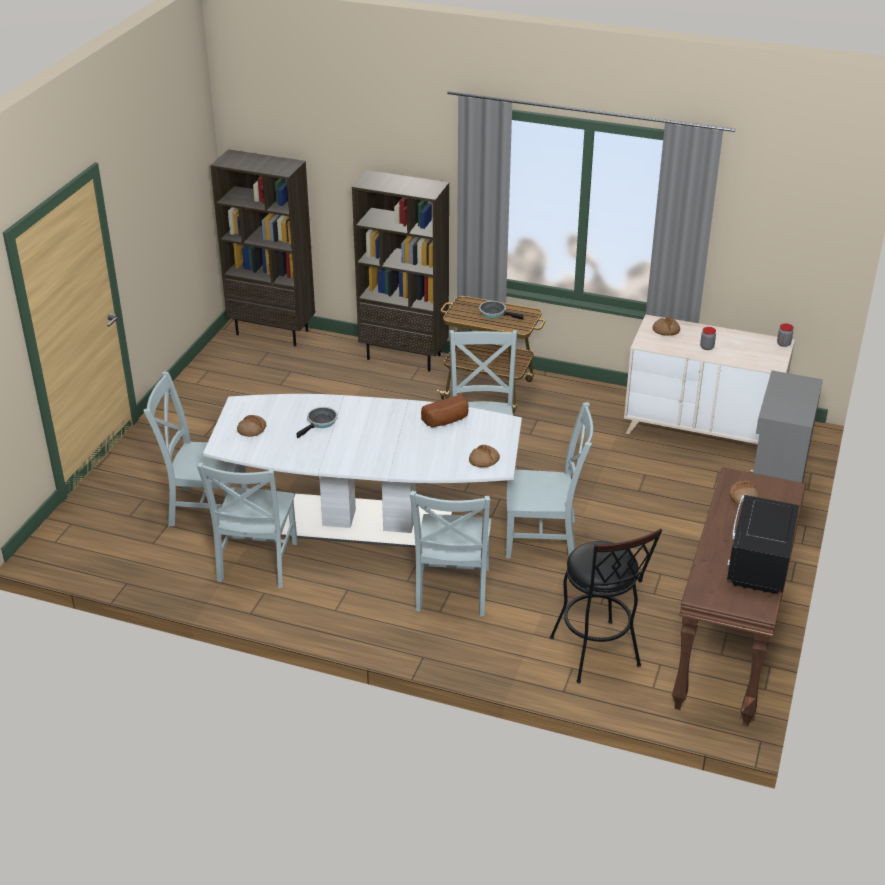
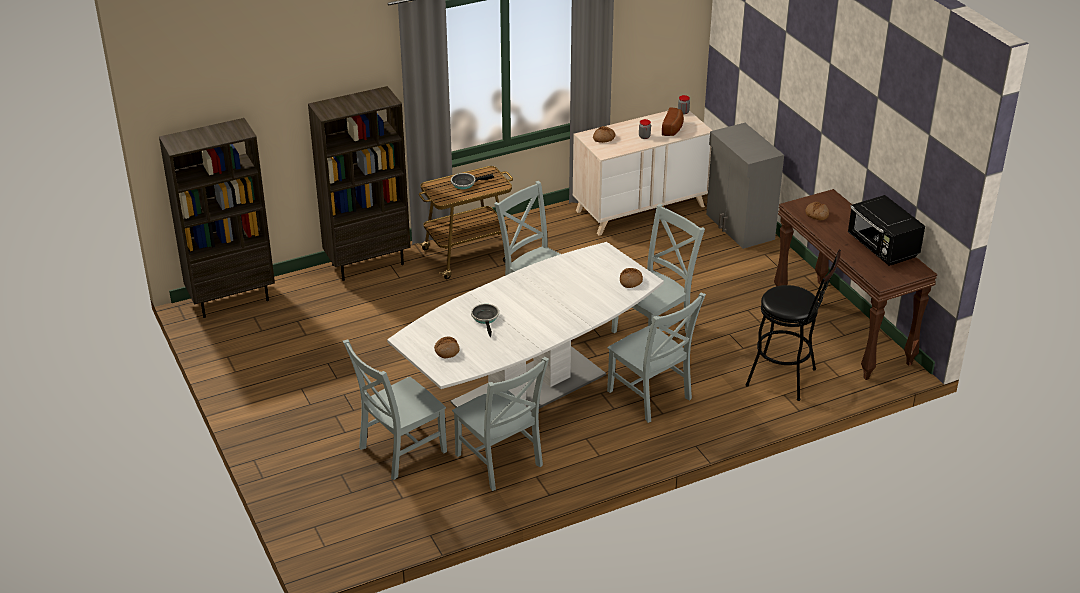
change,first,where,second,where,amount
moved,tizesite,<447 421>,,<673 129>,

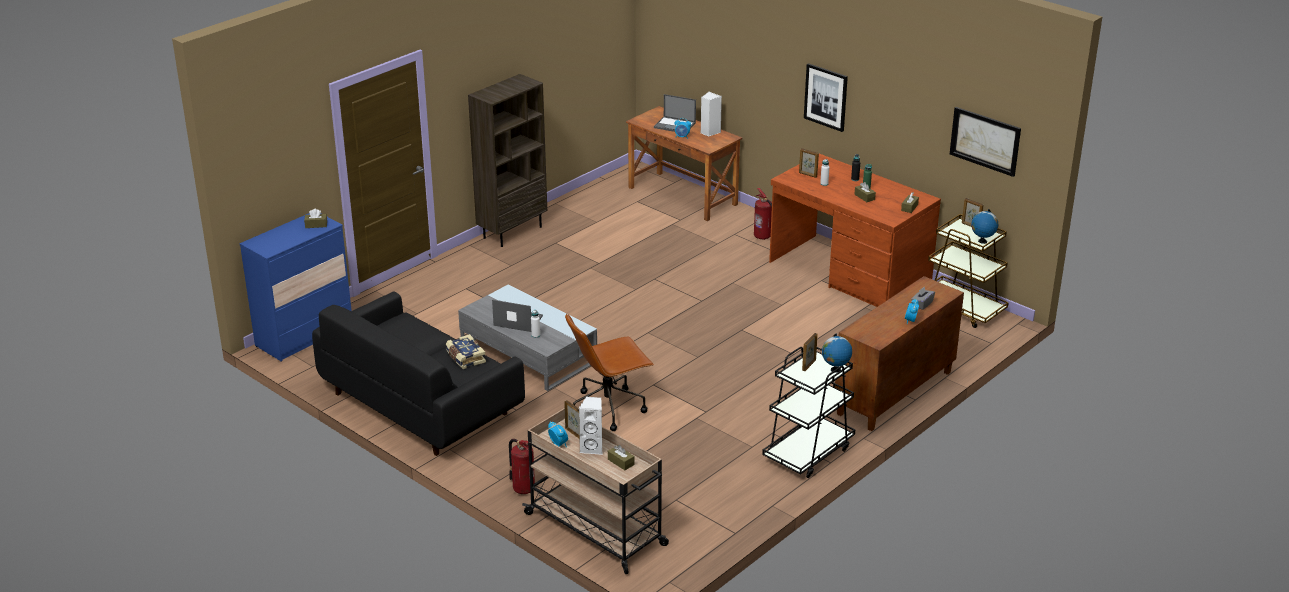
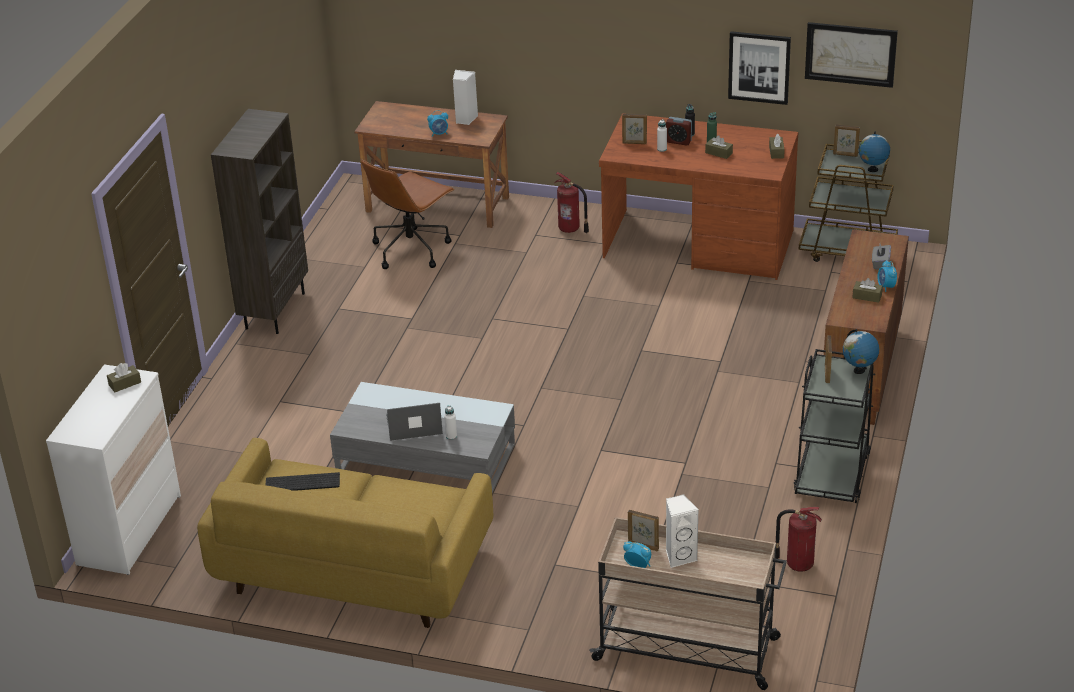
change,first,where,second,where,amount
recoloured,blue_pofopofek,<304 336>,white_pofopofek,<129 530>,
recoloured,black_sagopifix,<421 403>,yellow_sagopifix,<353 568>,
removed,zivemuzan,<465 358>,,,
moved,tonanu,<523 488>,,<798 564>,
moved,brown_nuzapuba,<608 408>,,<411 249>,
moved,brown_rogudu,<621 462>,,<867 296>,
removed,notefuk,<675 125>,,,
moved,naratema,<826 97>,,<759 67>,
added,,,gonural,<301 483>,
added,,,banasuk,<678 141>,

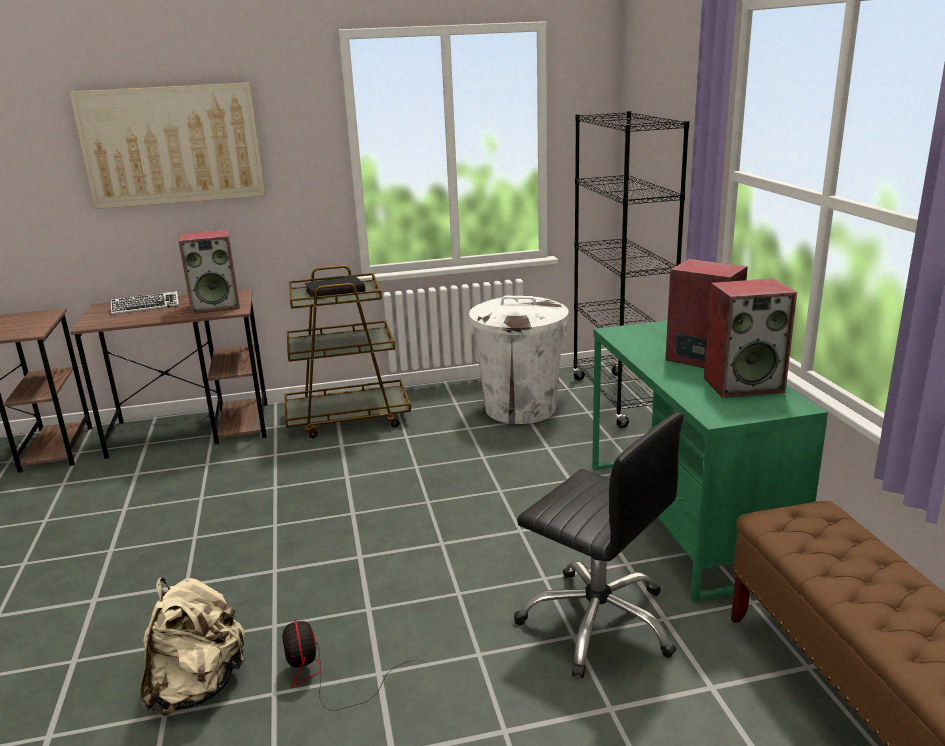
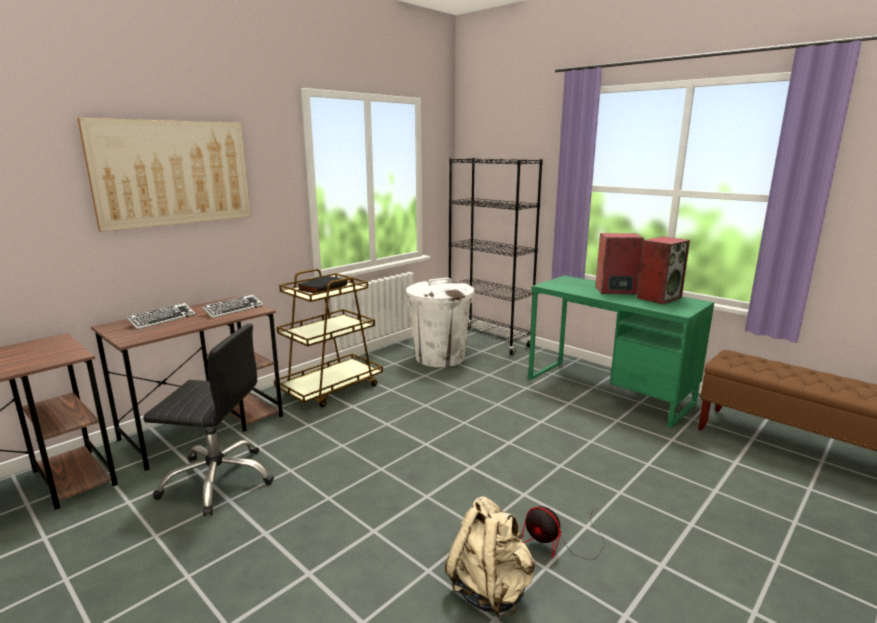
change,first,where,second,where,amount
replaced,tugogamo,<216 306>,gonural,<233 310>,
moved,black_nuzapuba,<598 622>,,<218 480>,

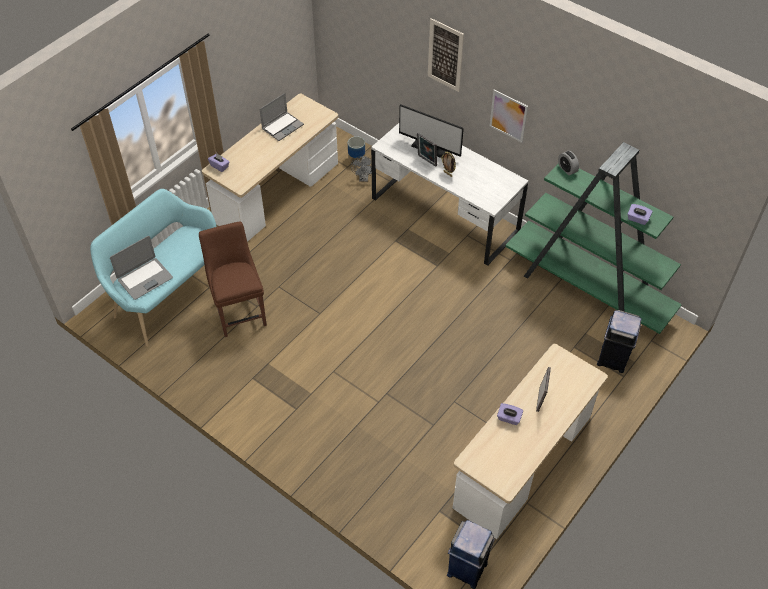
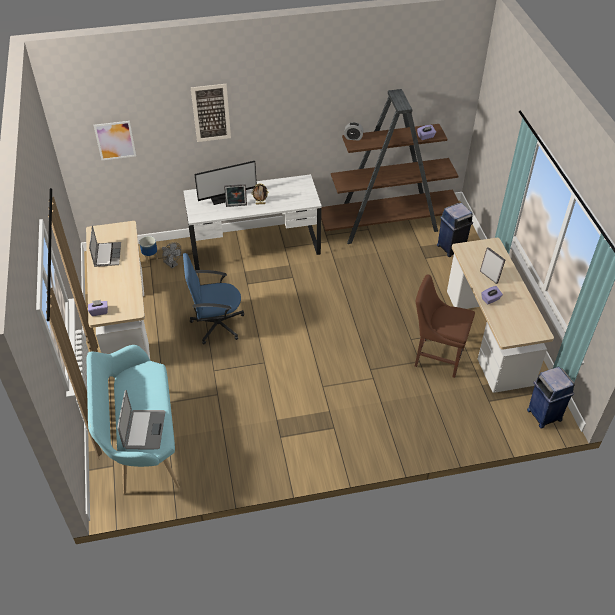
change,first,where,second,where,amount
moved,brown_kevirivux,<239 311>,,<436 356>,
moved,naratema,<508 116>,,<115 140>,
recoloured,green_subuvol,<588 289>,brown_subuvol,<389 224>,
added,,,blue_nuzapuba,<216 324>,

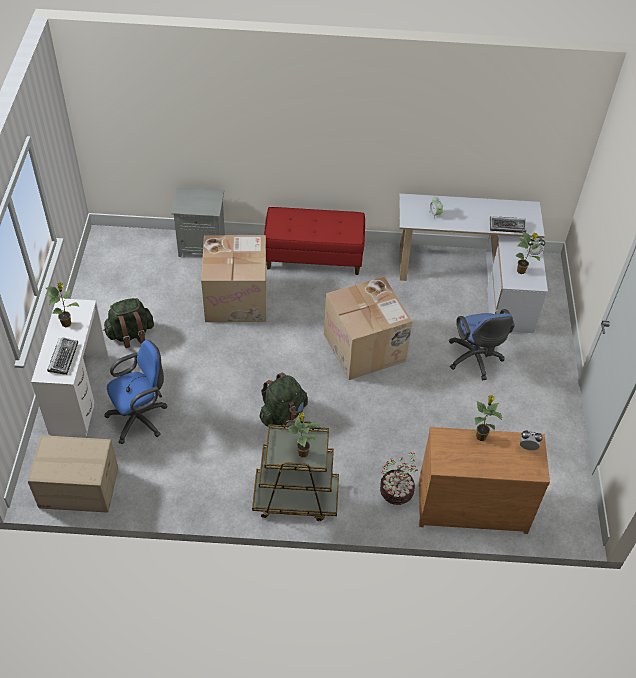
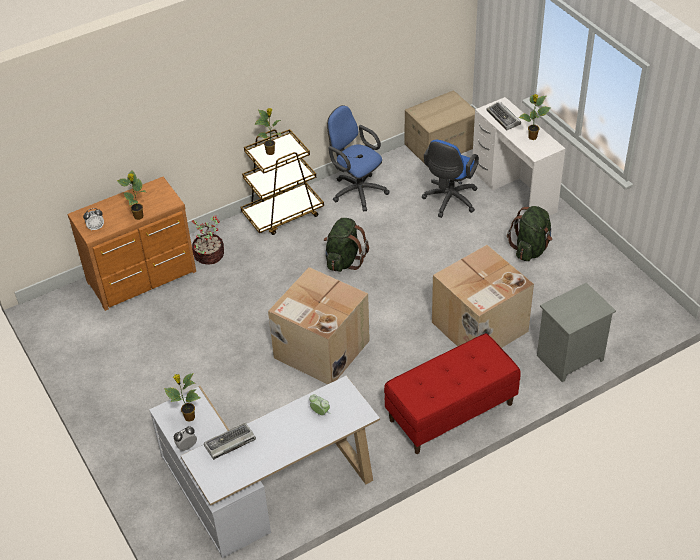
change,first,where,second,where,amount
moved,blue_nuzapuba,<475 360>,,<356 190>,

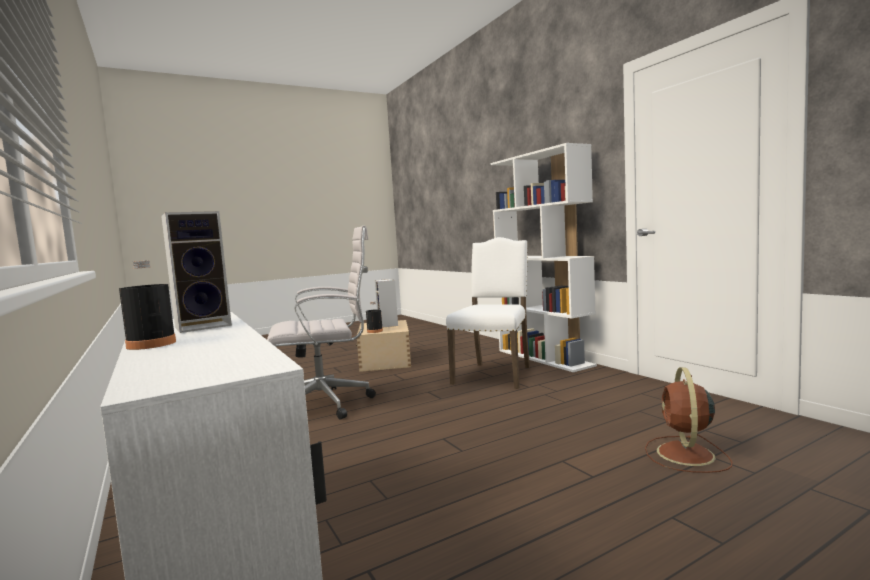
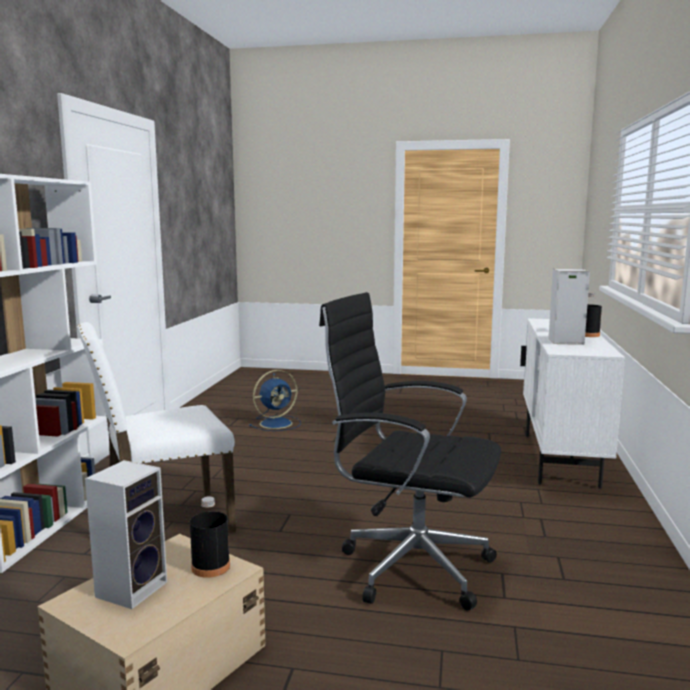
change,first,where,second,where,amount
recoloured,white_nuzapuba,<328 404>,black_nuzapuba,<409 566>,
recoloured,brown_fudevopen,<686 455>,blue_fudevopen,<277 423>,

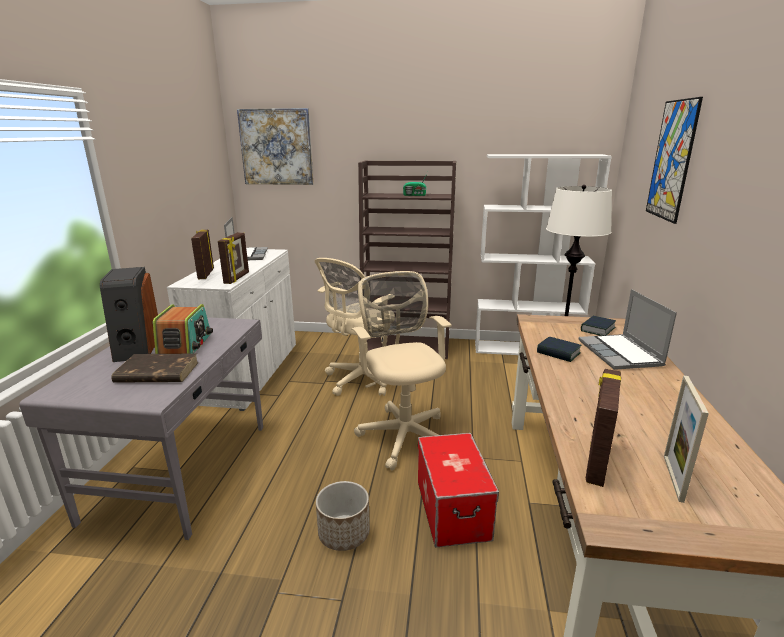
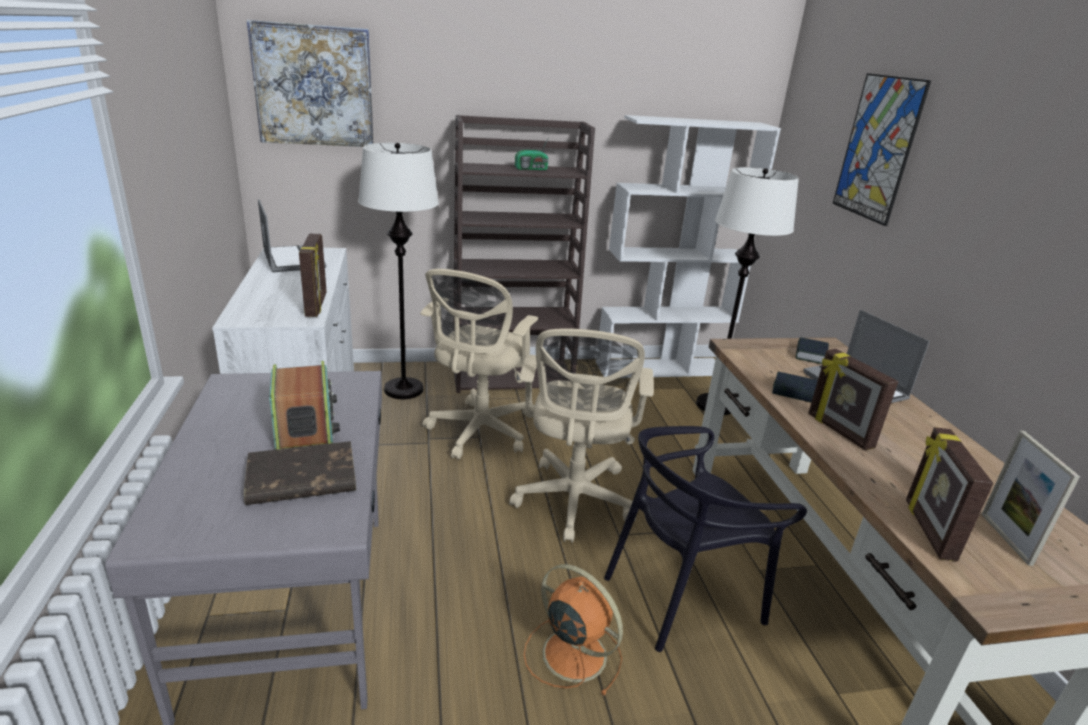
change,first,where,second,where,amount
removed,tugogamo,<137 347>,,,
moved,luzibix,<205 274>,,<839 431>,
replaced,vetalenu,<343 533>,orange_fudevopen,<572 652>,
turned,beige_nuzapuba,<403 433>,,<573 502>,135 degrees counterclockwise
replaced,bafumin,<452 509>,black_kevirivux,<682 595>,
added,,,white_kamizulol,<403 390>,

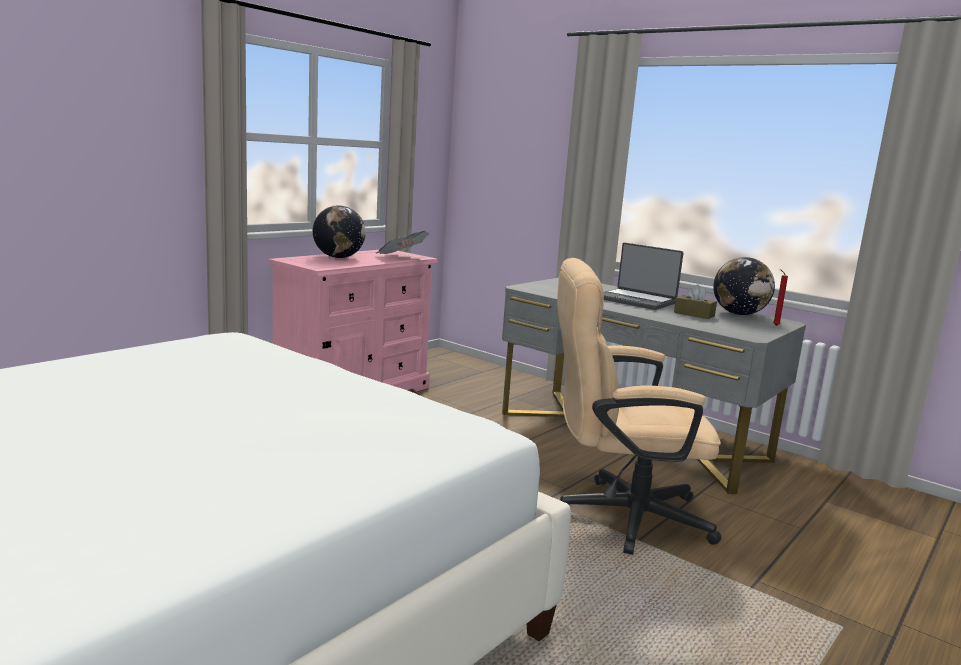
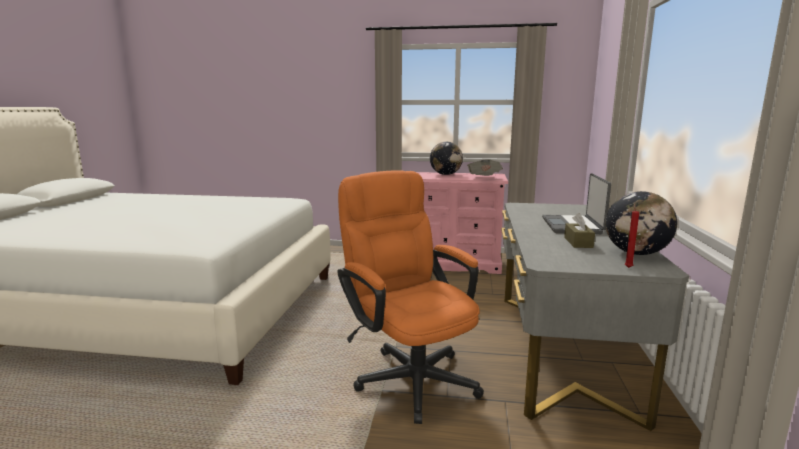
change,first,where,second,where,amount
recoloured,beige_nuzapuba,<618 515>,orange_nuzapuba,<410 375>,

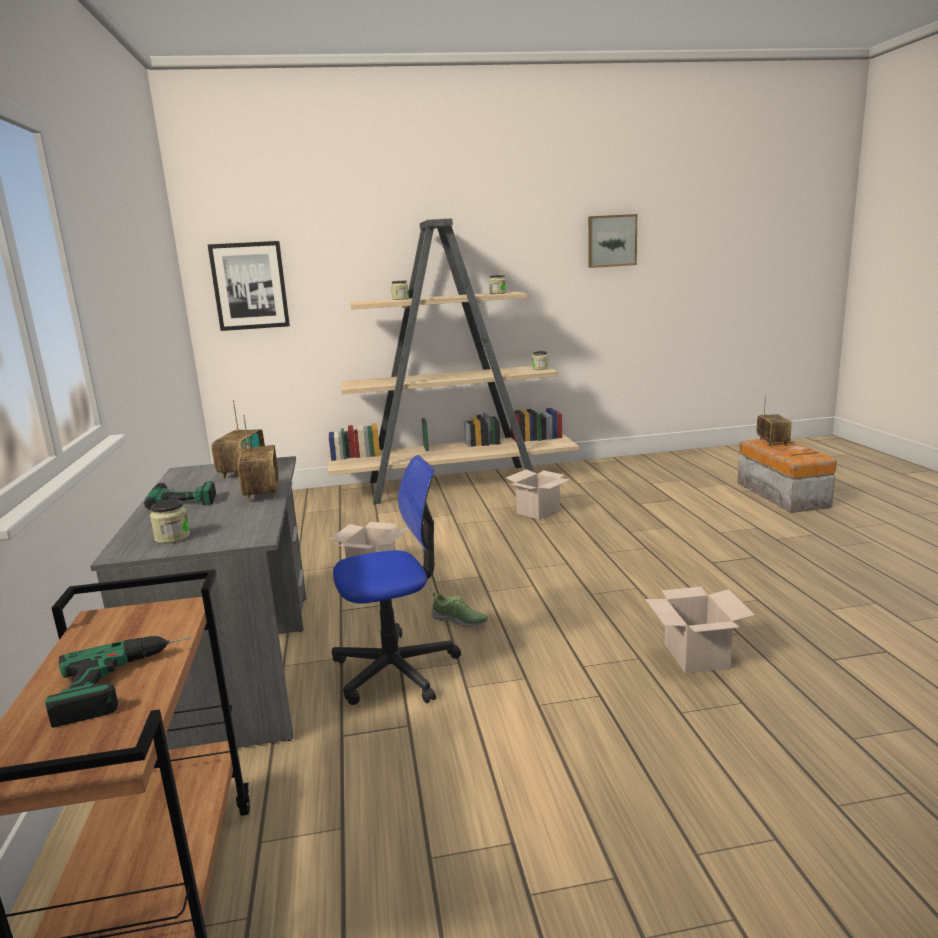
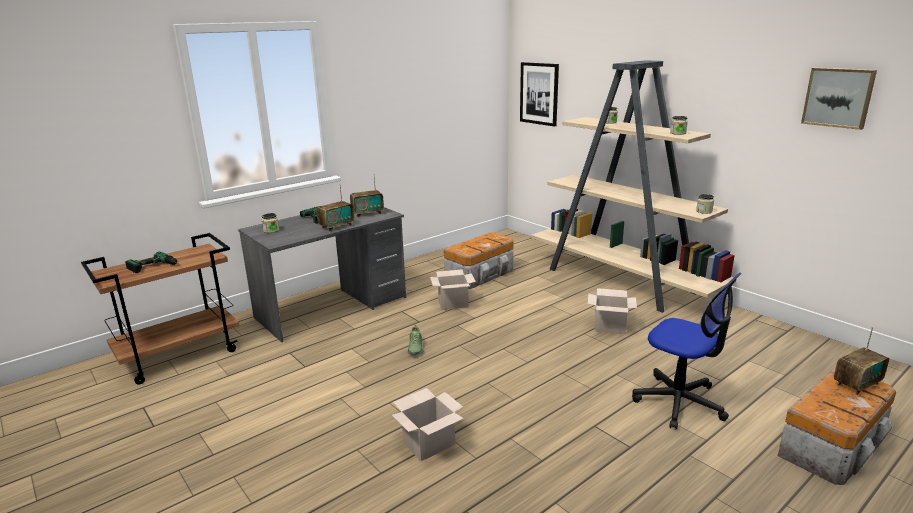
change,first,where,second,where,amount
moved,nuzapuba,<396 670>,,<679 402>,
added,,,bafumin,<481 274>,

